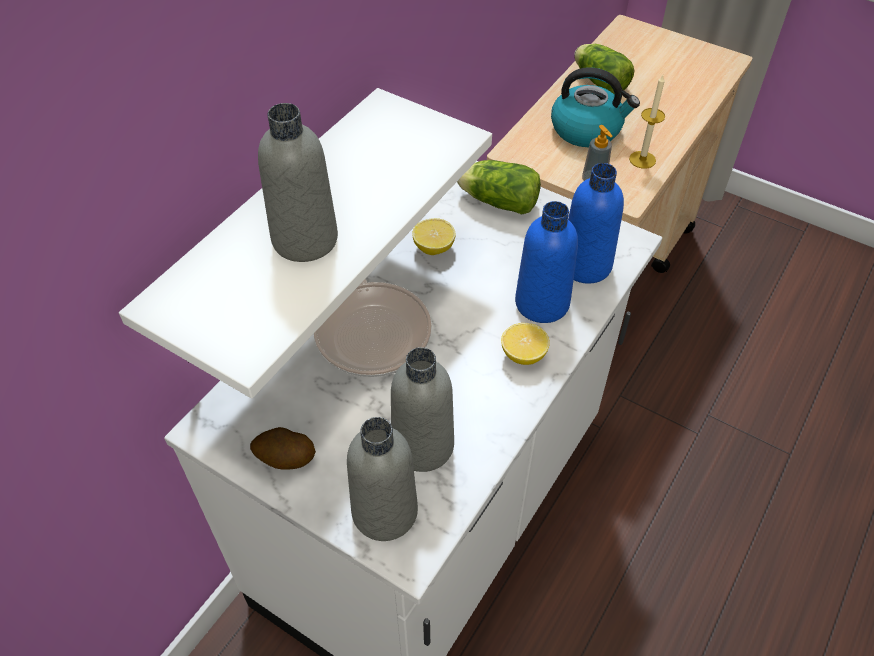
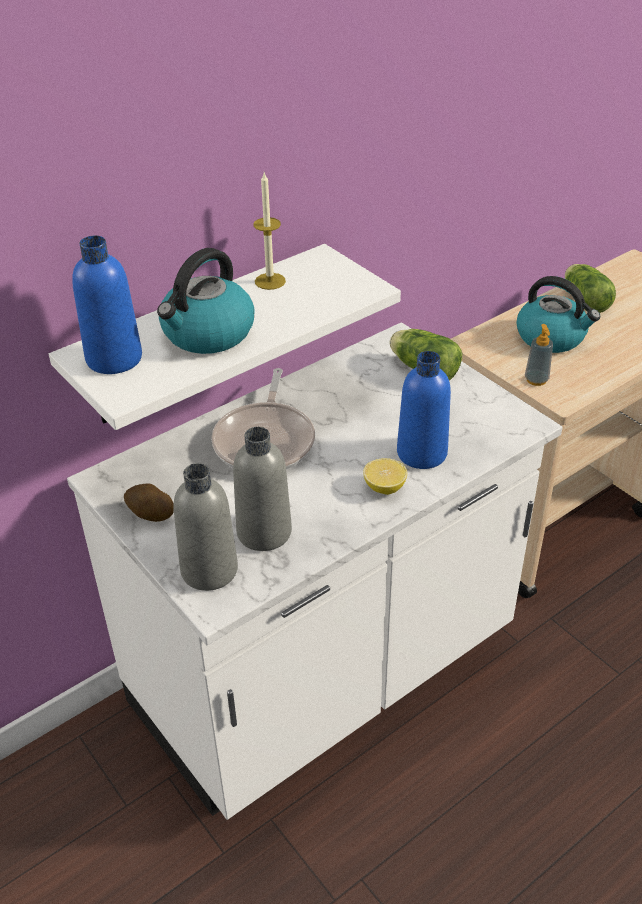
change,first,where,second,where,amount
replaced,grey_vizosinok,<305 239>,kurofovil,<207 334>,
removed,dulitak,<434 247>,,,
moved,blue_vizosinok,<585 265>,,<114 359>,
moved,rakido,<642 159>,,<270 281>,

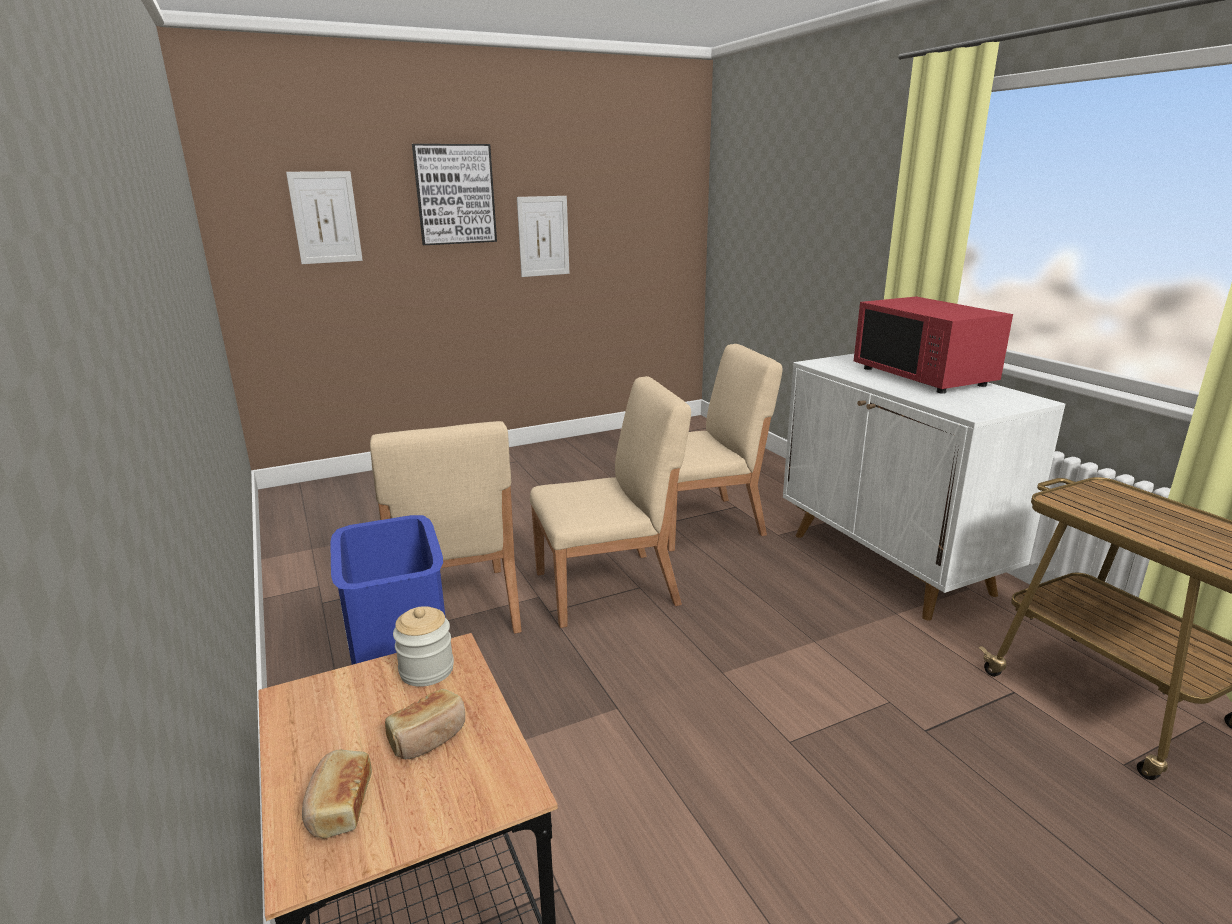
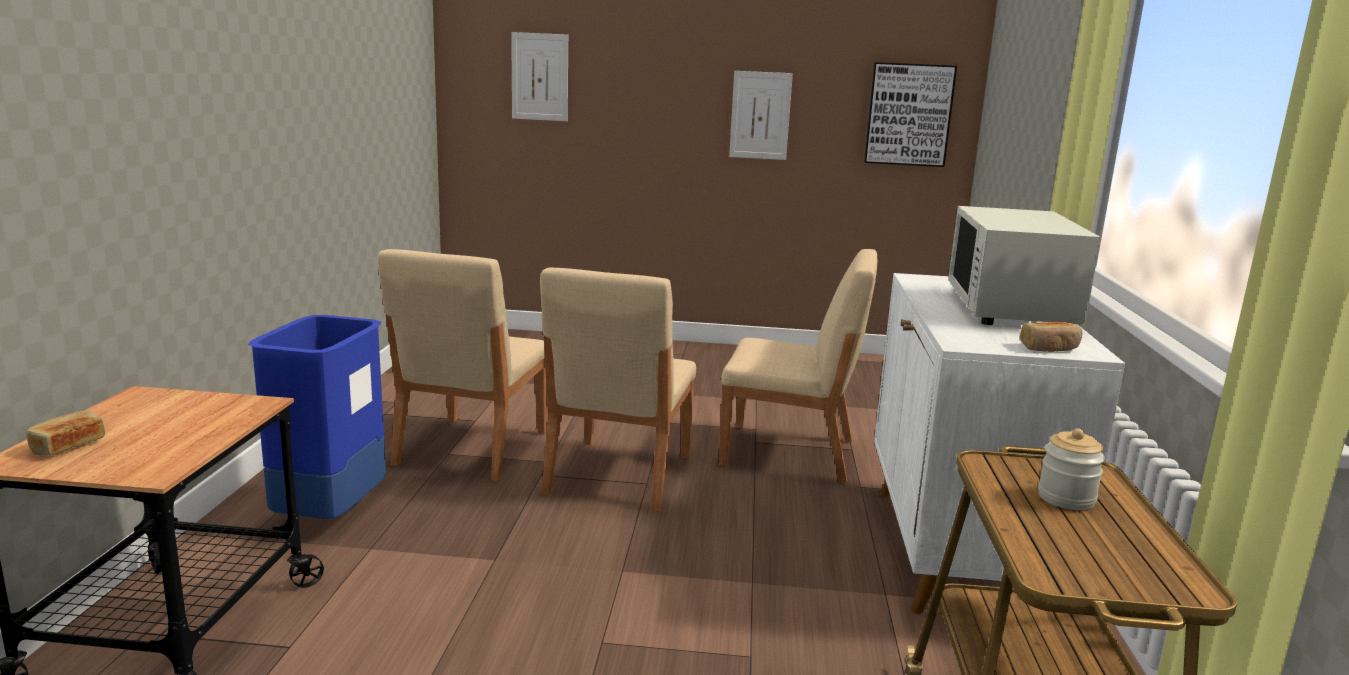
change,first,where,second,where,amount
moved,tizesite,<429 737>,,<1049 348>,
moved,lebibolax,<427 670>,,<1066 498>,
moved,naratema,<455 194>,,<909 114>,
turned,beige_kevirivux,<608 588>,,<617 475>,90 degrees clockwise
recoloured,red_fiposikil,<923 376>,white_fiposikil,<1010 309>,

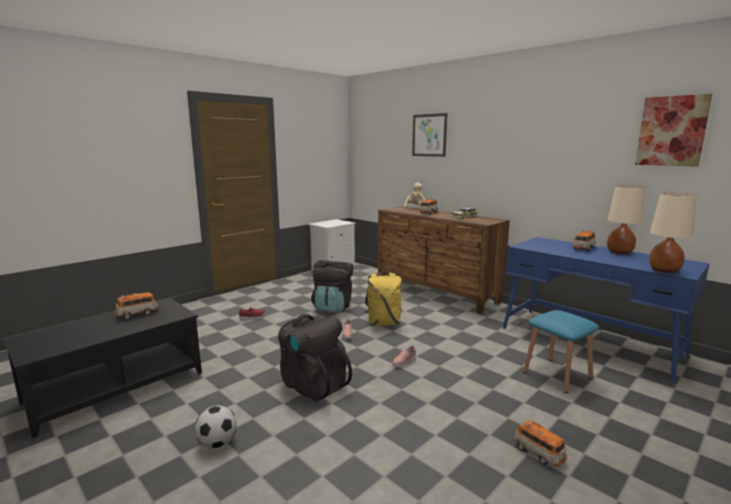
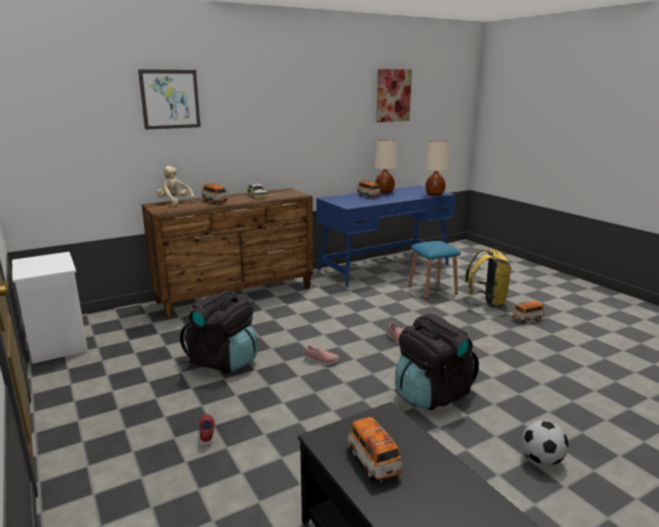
change,first,where,second,where,amount
moved,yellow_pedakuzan,<383 323>,,<487 302>,

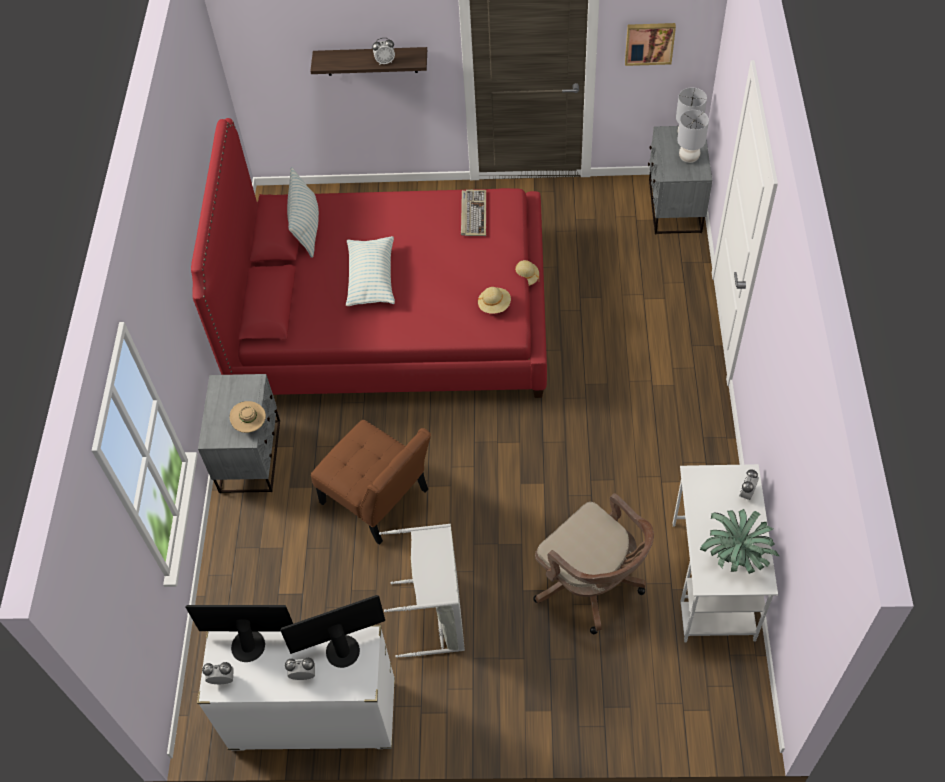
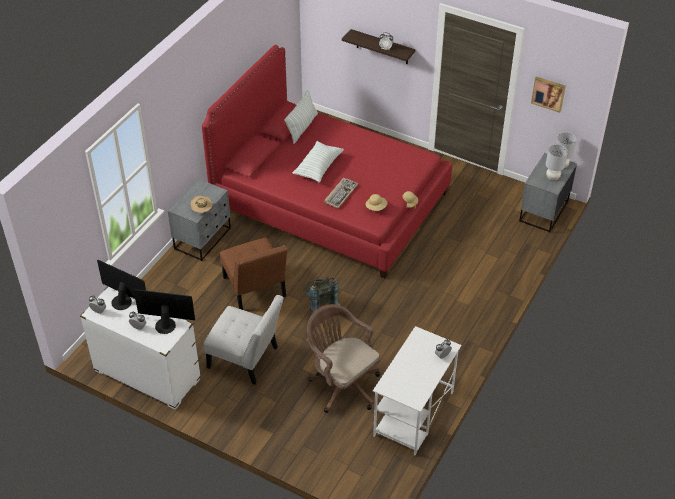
change,first,where,second,where,amount
replaced,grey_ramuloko,<438 615>,white_kevirivux,<246 359>,
moved,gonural,<473 214>,,<340 194>,
turned,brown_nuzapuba,<592 585>,,<342 384>,150 degrees clockwise
removed,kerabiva,<736 553>,,,
added,,,grey_pedakuzan,<320 304>,

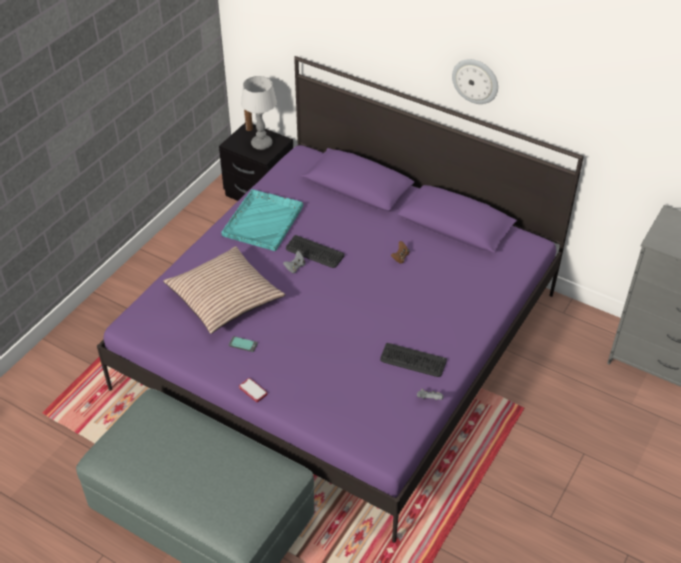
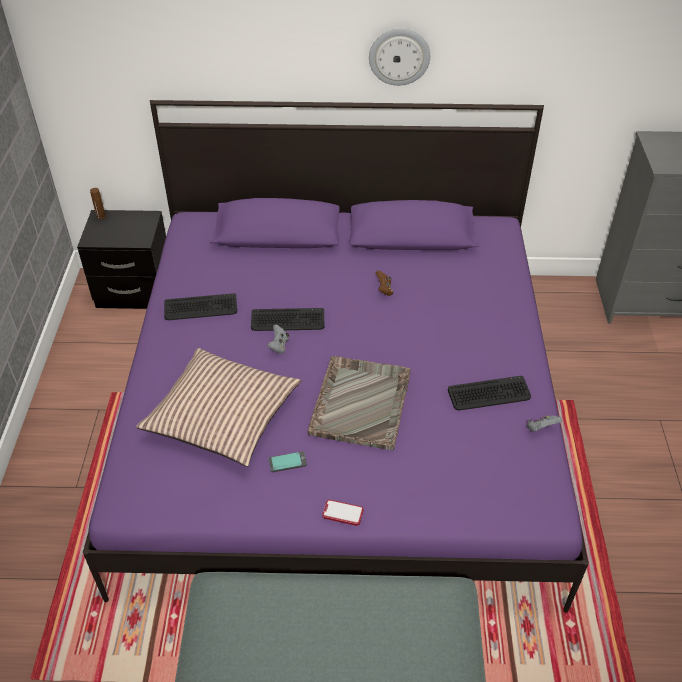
change,first,where,second,where,amount
replaced,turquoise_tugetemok,<263 220>,gonural,<200 308>,
removed,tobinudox,<261 144>,,,
added,,,grey_tugetemok,<361 402>,

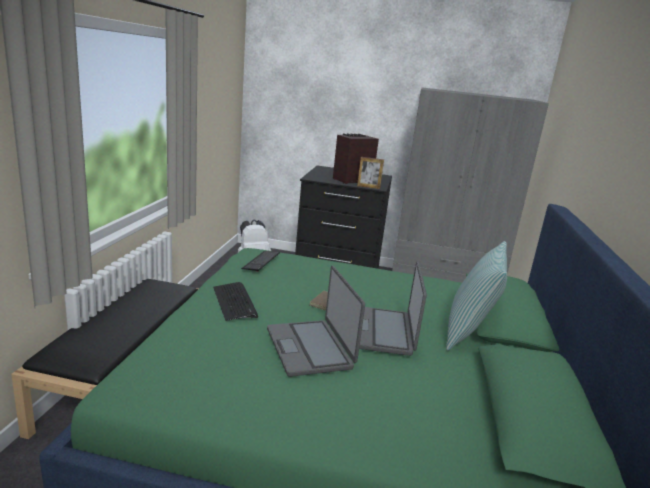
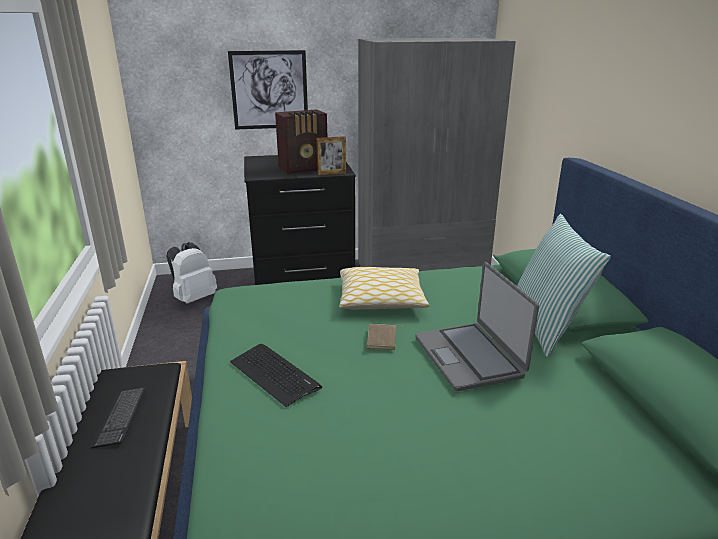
change,first,where,second,where,amount
moved,gonural,<261 261>,,<120 418>,
removed,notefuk,<310 348>,,,
turned,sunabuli,<351 180>,,<304 169>,150 degrees counterclockwise
added,,,naratema,<269 90>,
added,,,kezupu,<381 299>,

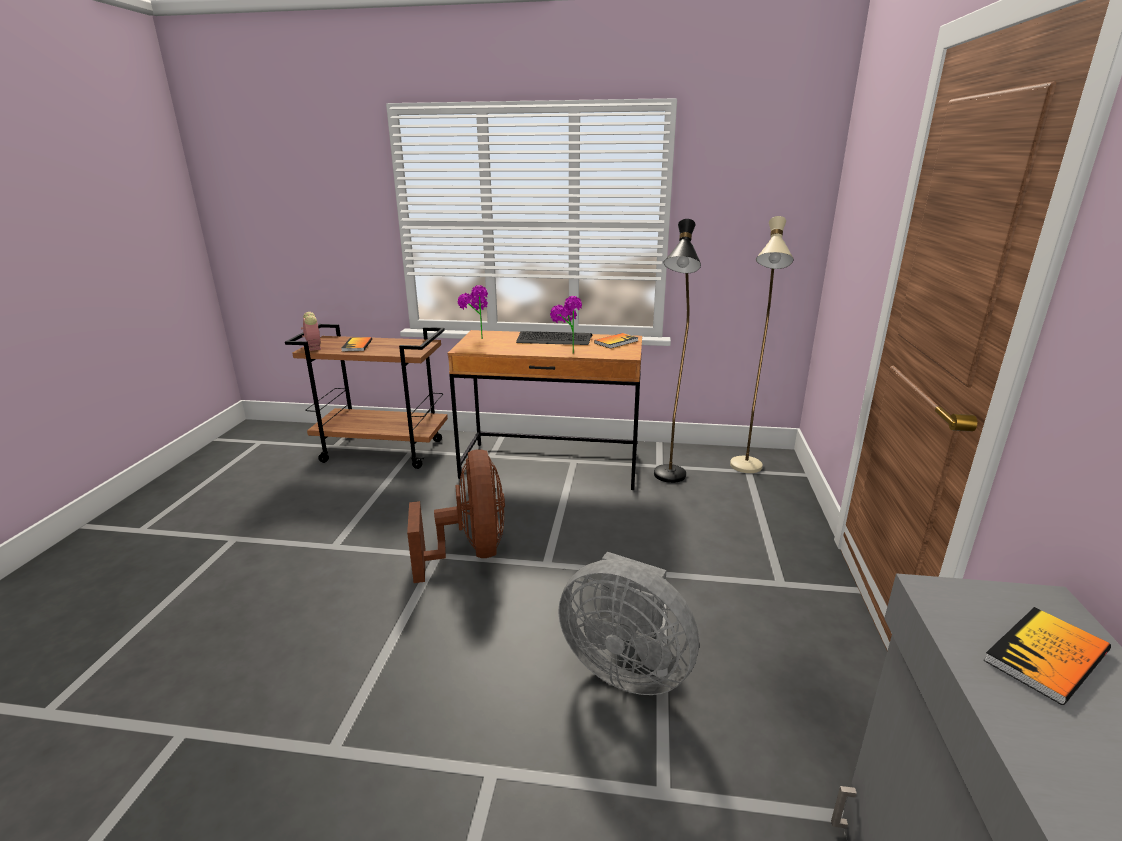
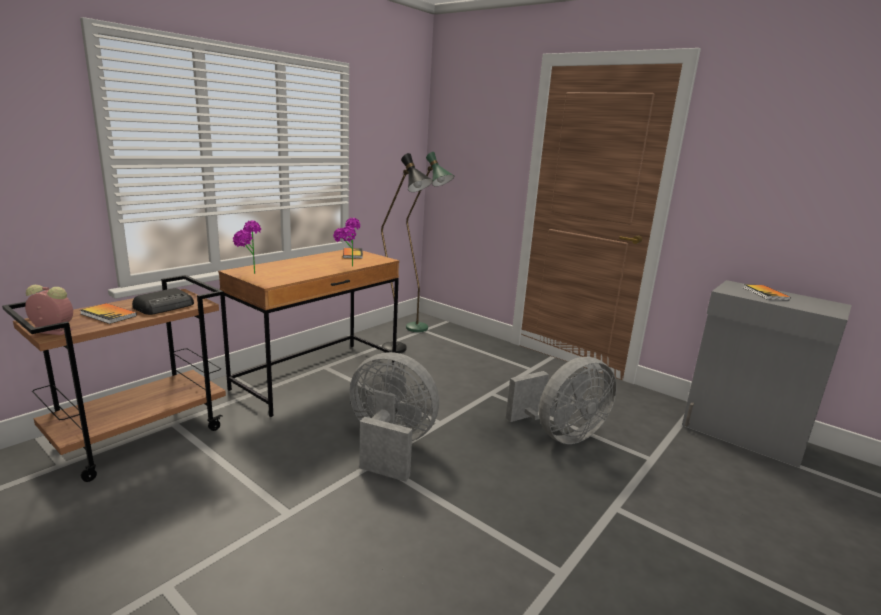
change,first,where,second,where,amount
recoloured,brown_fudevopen,<470 552>,grey_fudevopen,<390 446>,
removed,gonural,<554 339>,,,
recoloured,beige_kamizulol,<746 471>,green_kamizulol,<422 330>,
added,,,sunabuli,<165 306>,

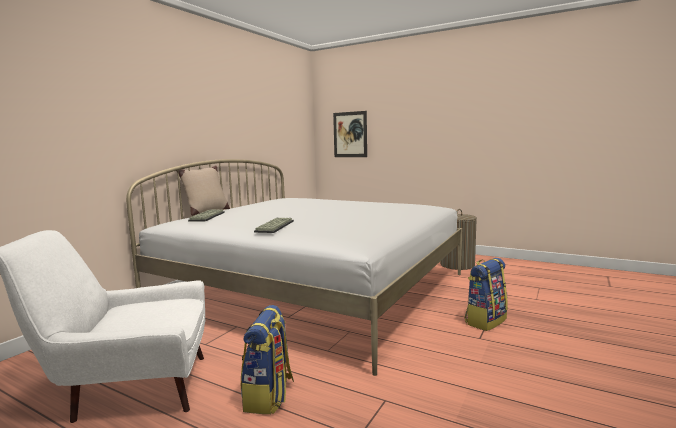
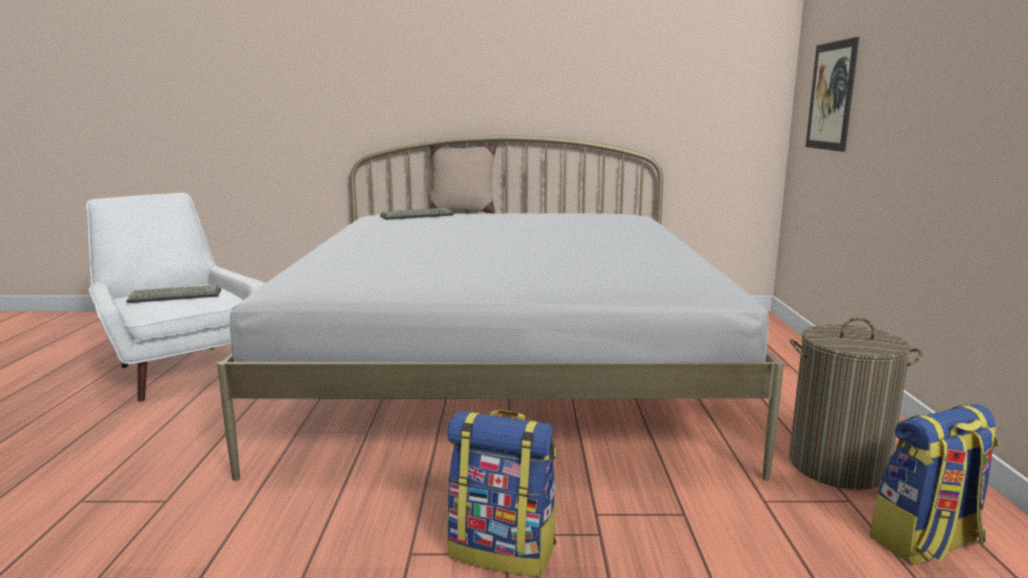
change,first,where,second,where,amount
moved,pedakuzan,<269 396>,,<926 543>,
moved,gonural,<274 226>,,<176 295>,

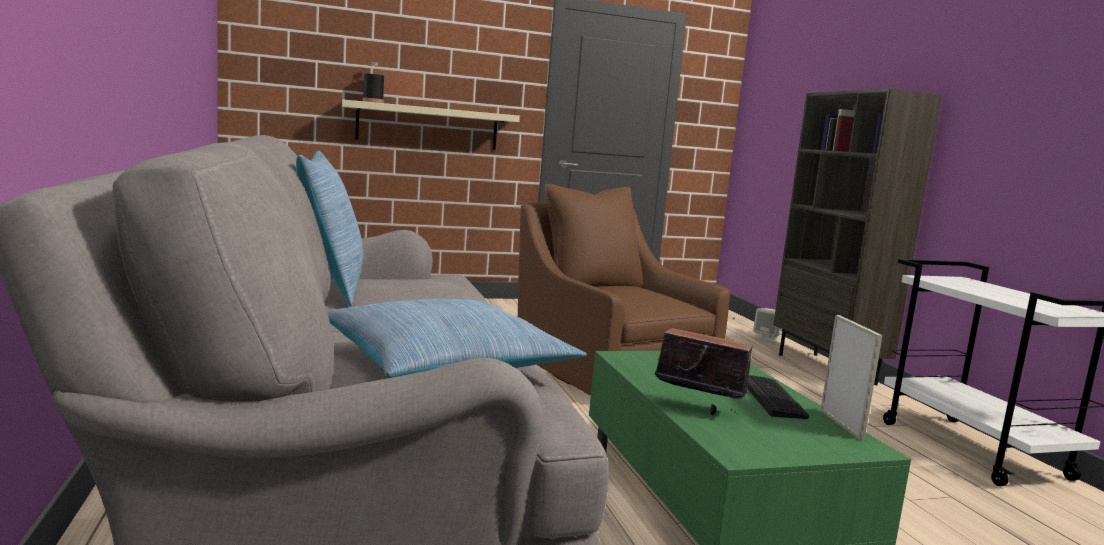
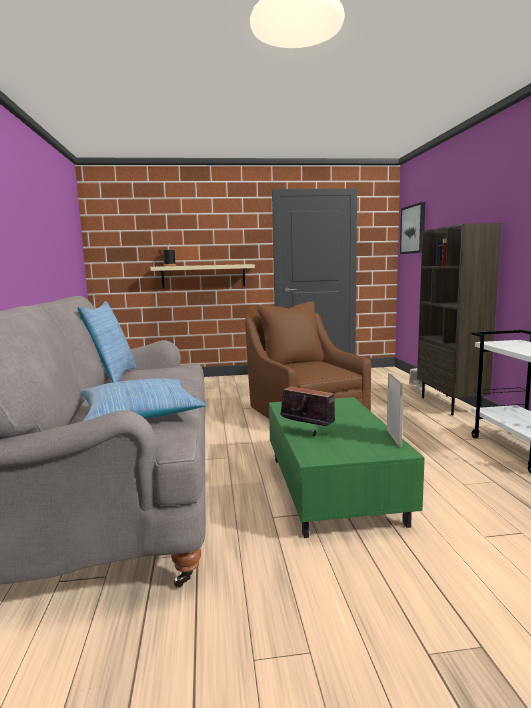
change,first,where,second,where,amount
removed,gonural,<772 398>,,,
added,,,naratema,<413 229>,

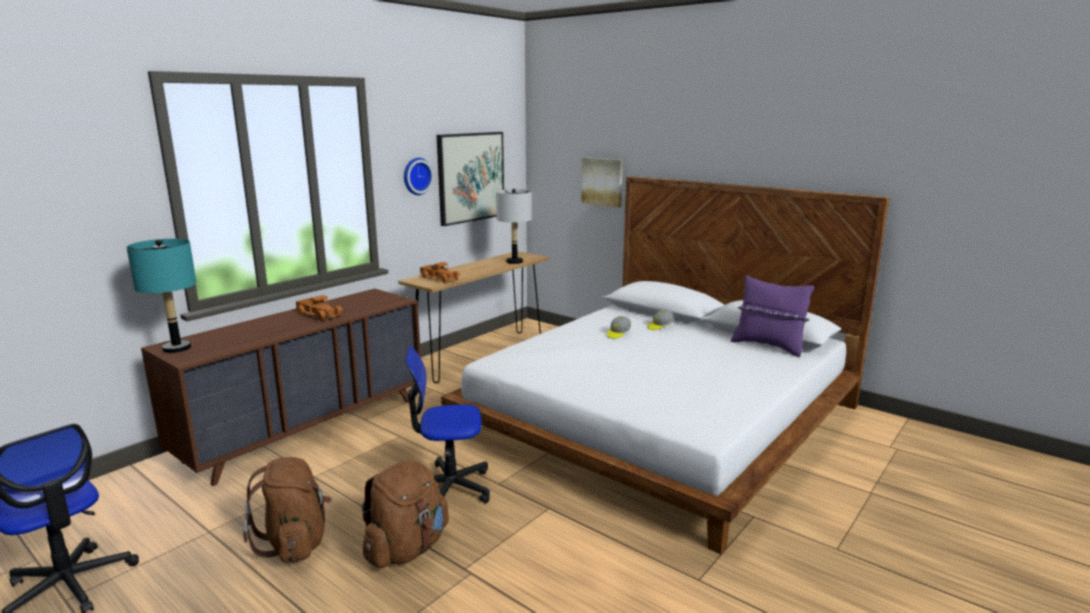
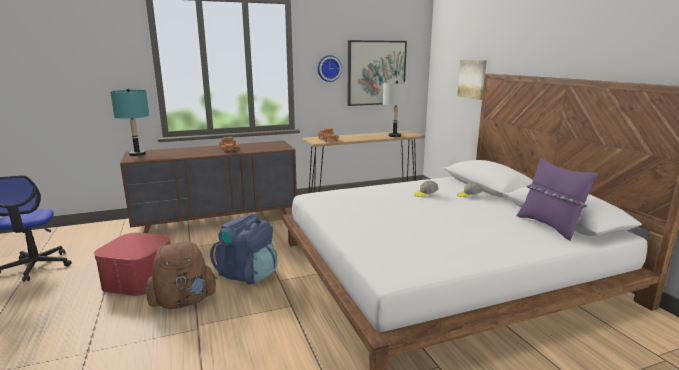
change,first,where,second,where,amount
replaced,brown_pedakuzan,<295 543>,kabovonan,<138 279>,
replaced,nuzapuba,<448 488>,blue_pedakuzan,<248 274>,

